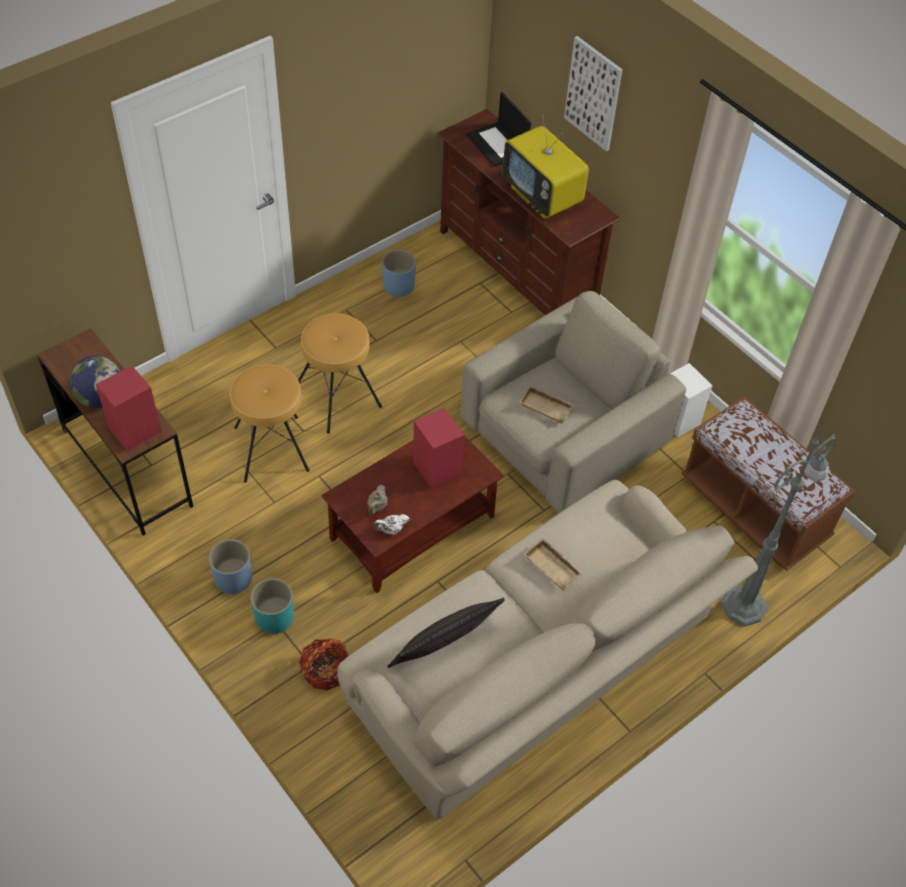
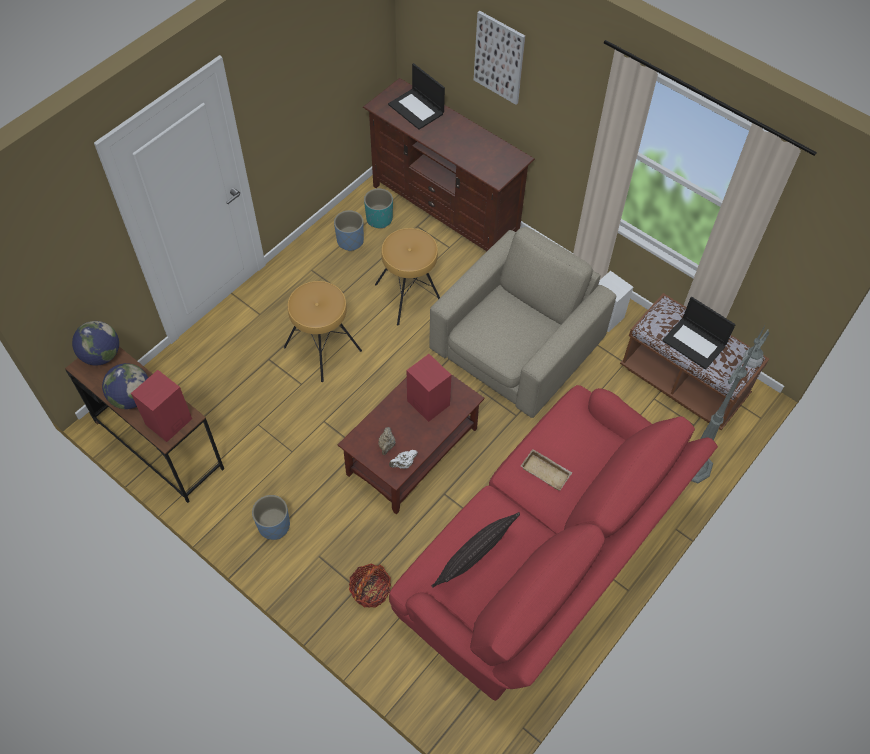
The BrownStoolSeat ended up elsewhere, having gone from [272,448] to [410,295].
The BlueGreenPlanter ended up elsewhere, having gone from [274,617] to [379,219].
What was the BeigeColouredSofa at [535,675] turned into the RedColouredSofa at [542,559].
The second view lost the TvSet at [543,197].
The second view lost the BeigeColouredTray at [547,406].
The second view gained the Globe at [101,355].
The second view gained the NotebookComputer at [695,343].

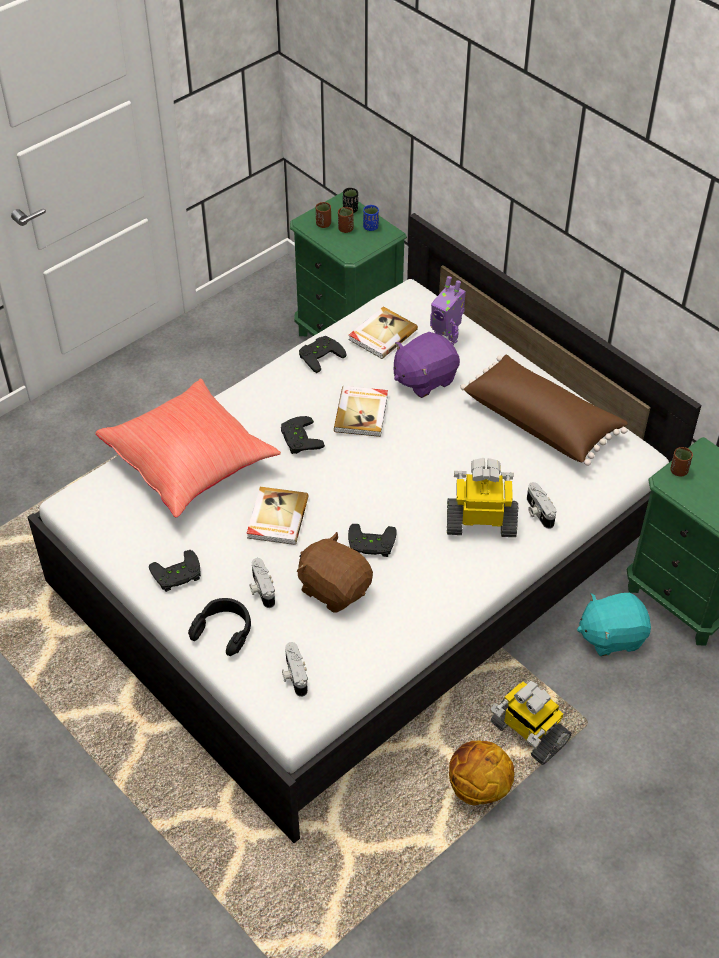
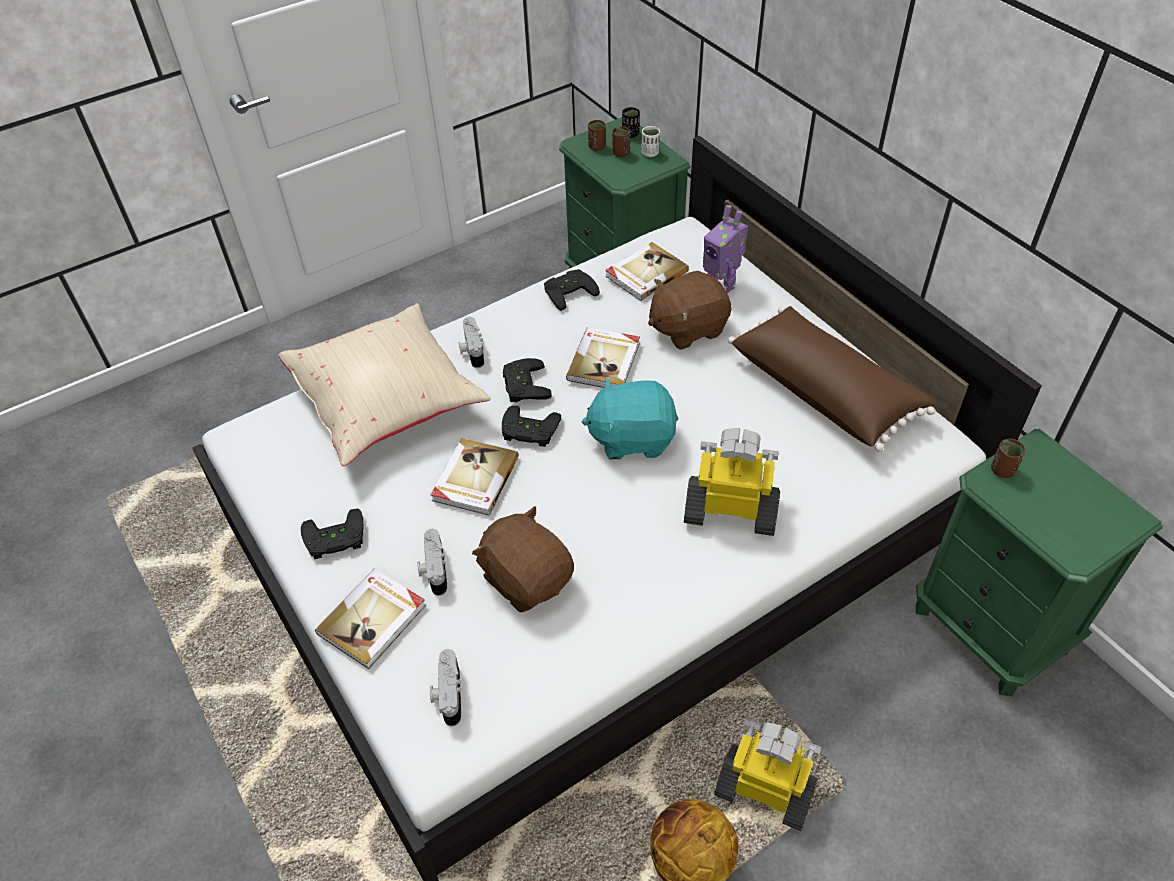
What was the RedColouredThrowPillow at [190,463] turned into the BeigeColouredThrowPillow at [388,402].
Where the BlackHeadphones stood at [224,630], the Volume came to stand at [373,619].
The BlackGameController ended up elsewhere, having gone from [371,545] to [528,432].
What was the BlueColouredCup at [370,227] turned into the WhiteColouredCup at [650,153].
What was the PurplePlushToy at [424,379] turned into the BrownPlushToy at [687,328].
The ModelRobot at [528,733] ended up facing another way, 150 degrees clockwise from before.
The StillCamera ended up elsewhere, having gone from [537,512] to [471,350].
The BlueGreenPlushToy ended up elsewhere, having gone from [611,636] to [632,437].

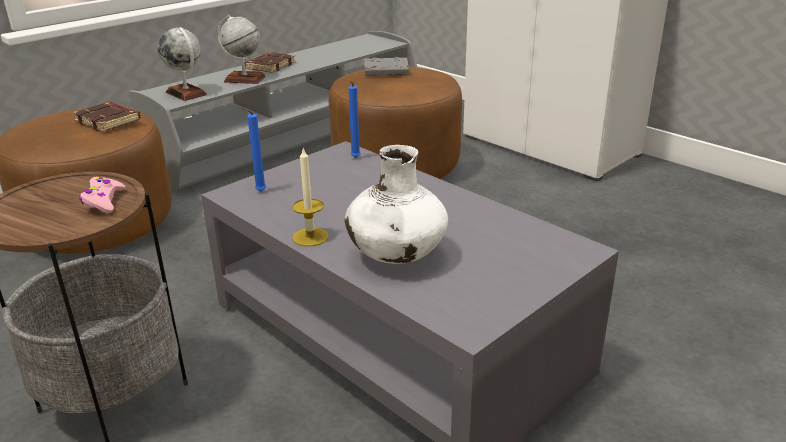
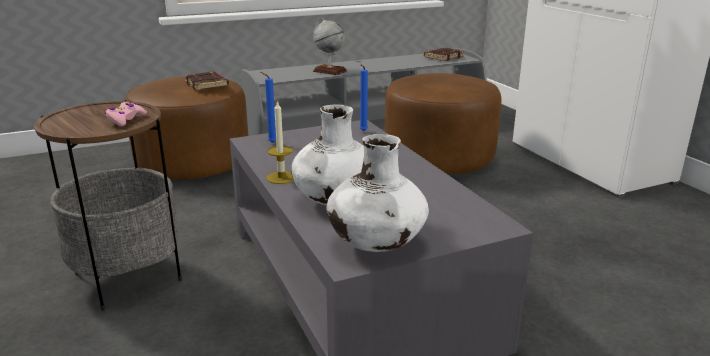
The second view lost the Globe at [186,93].
The BrownVolume ended up elsewhere, having gone from [270,66] to [443,57].
The second view lost the GrayVolume at [385,71].
The second view gained the WhiteColouredVase at [376,245].

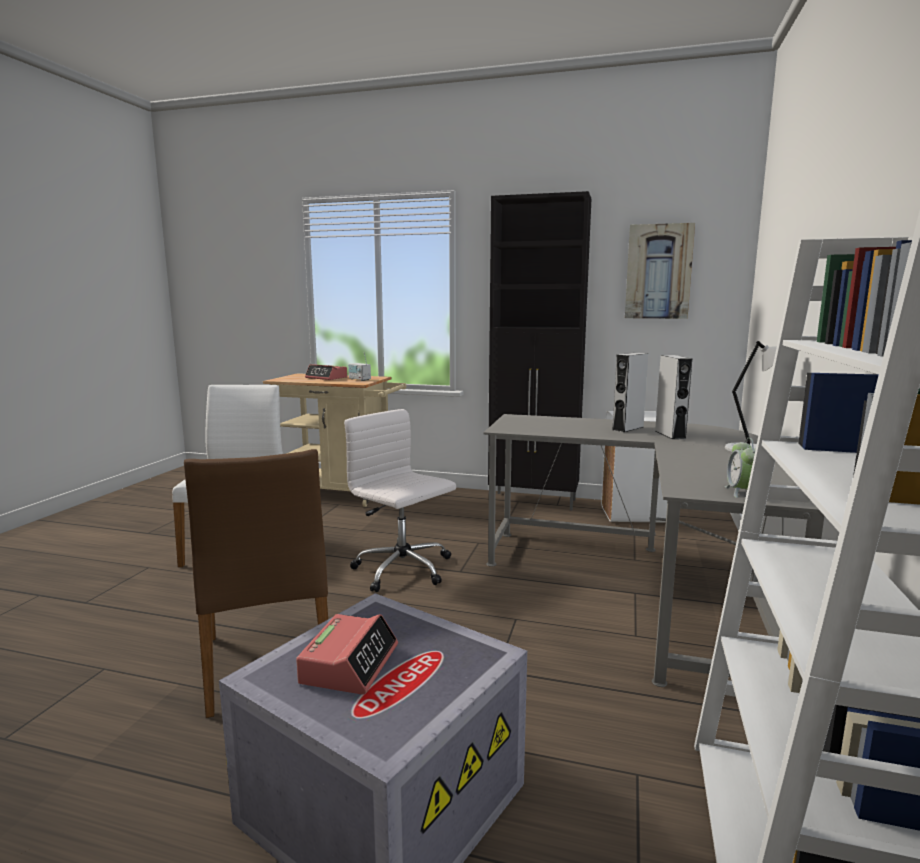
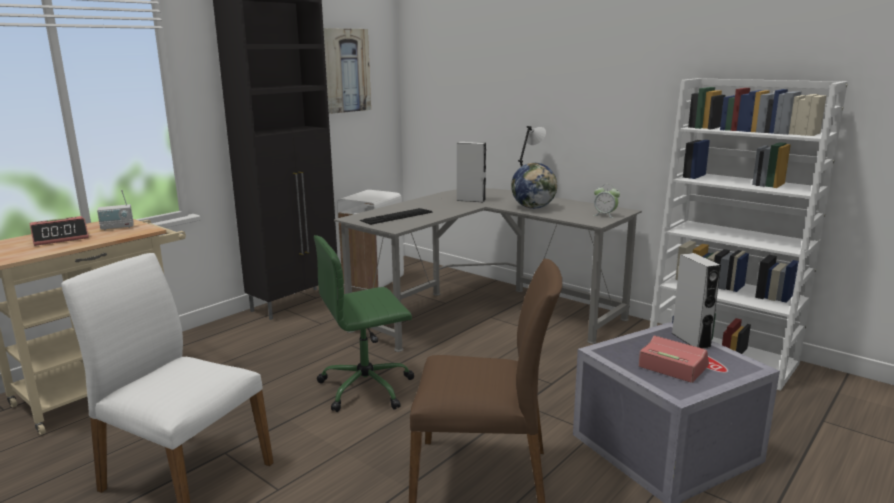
What was the WhiteColouredDeskChair at [403,570] turned into the GreenDeskChair at [368,387].
The GraySpeaker ended up elsewhere, having gone from [628,428] to [690,340].
The second view gained the Keyboard at [396,216].
The second view gained the Globe at [533,207].

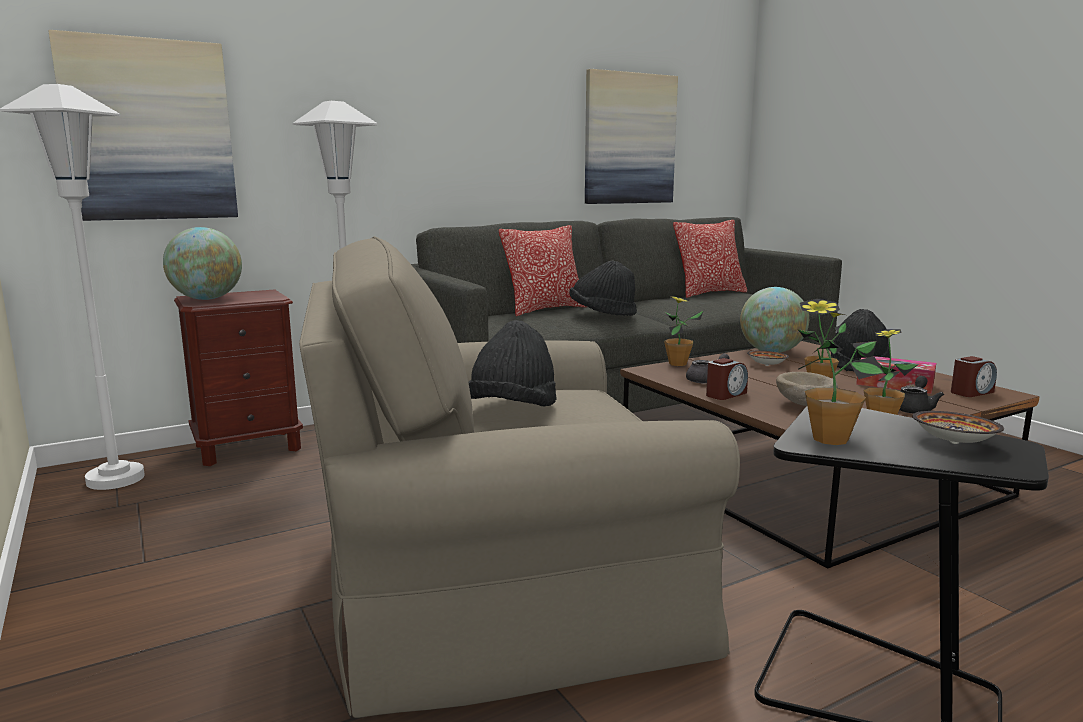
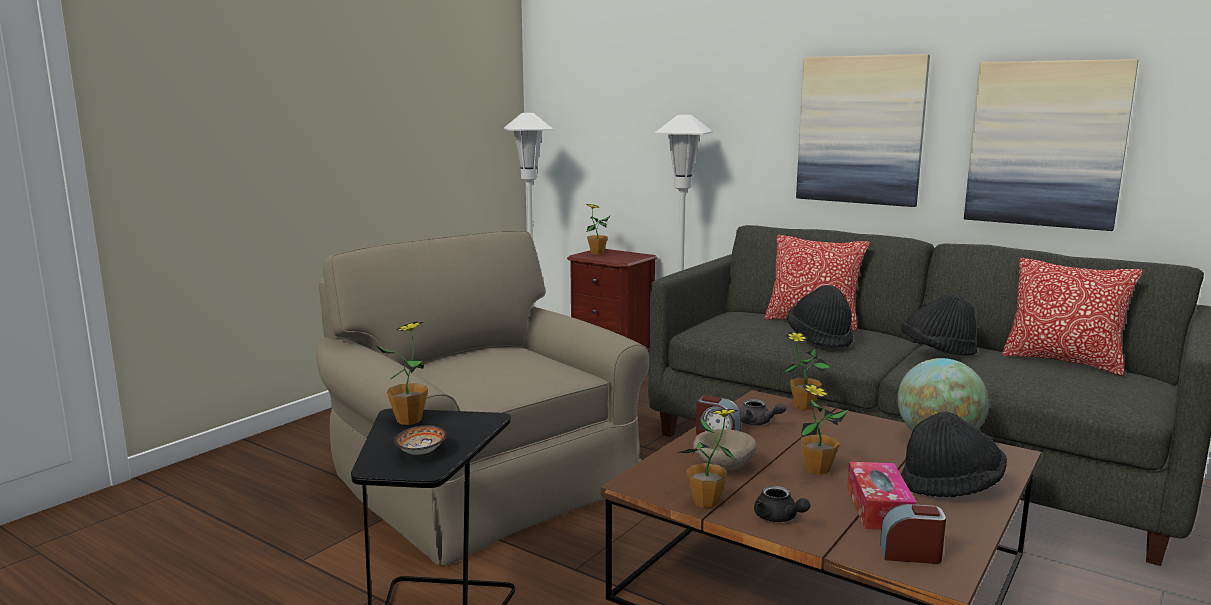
The WallPicture ended up elsewhere, having gone from [149,130] to [860,130].
Where the Globe stood at [207,299], the PottedPlant came to stand at [597,253].
The BlackWearableHat ended up elsewhere, having gone from [512,411] to [937,352].
The second view lost the DeepDish at [767,365].
The BlackTeaPot at [914,409] ended up facing another way, 45 degrees clockwise from before.
The TableClock at [971,392] ended up facing another way, 150 degrees clockwise from before.

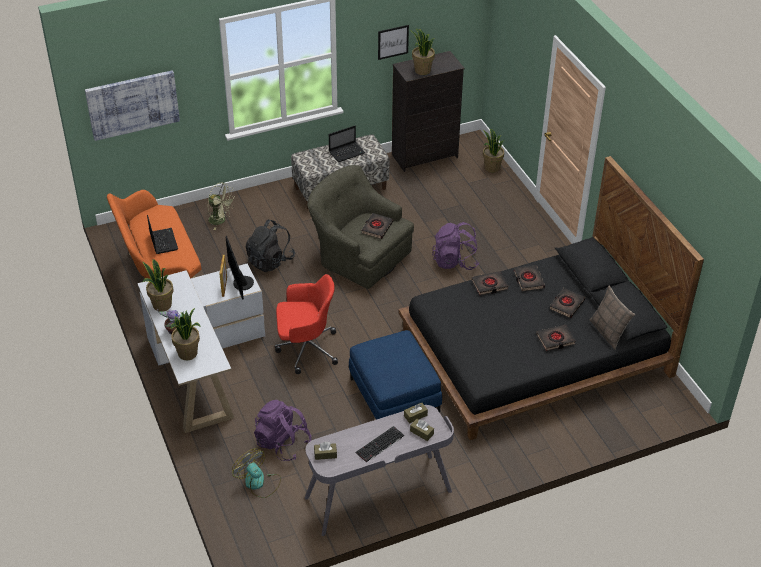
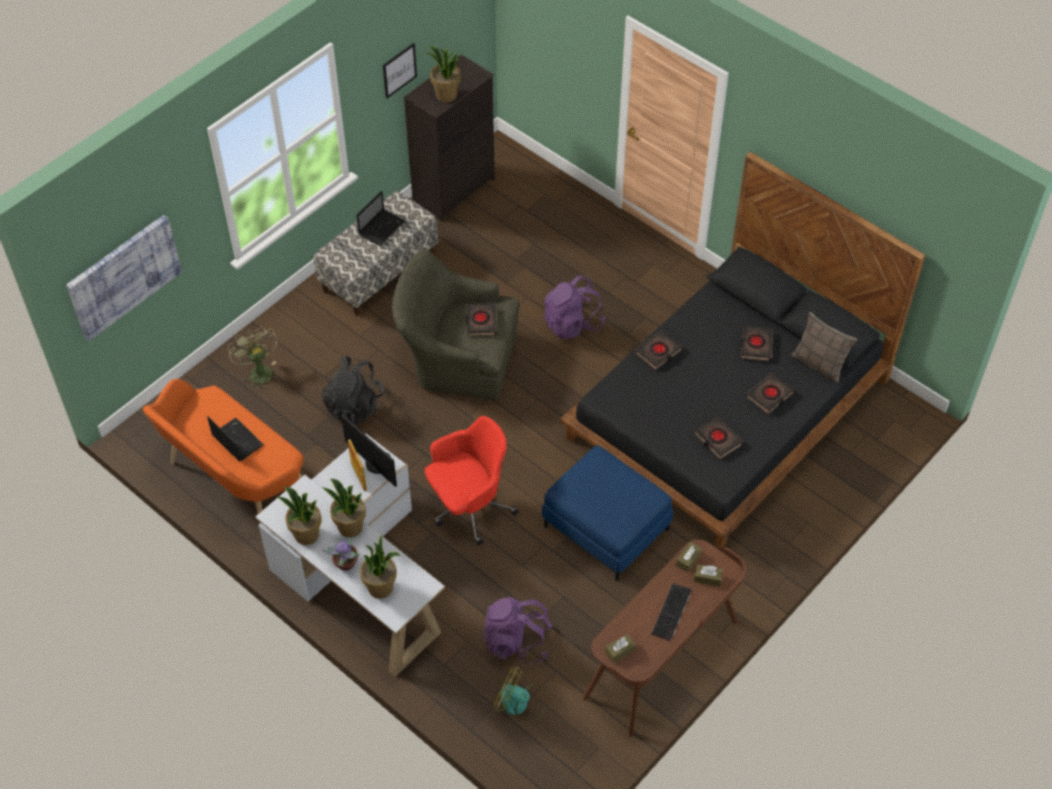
The GreenFan at [220,220] ended up facing another way, 120 degrees counterclockwise from before.
What was the GrayDeskTable at [378,495] turned into the BrownDeskTable at [662,660].
The PottedPlant ended up elsewhere, having gone from [491,168] to [350,527].
The BlackVolume ended up elsewhere, having gone from [528,280] to [718,439].

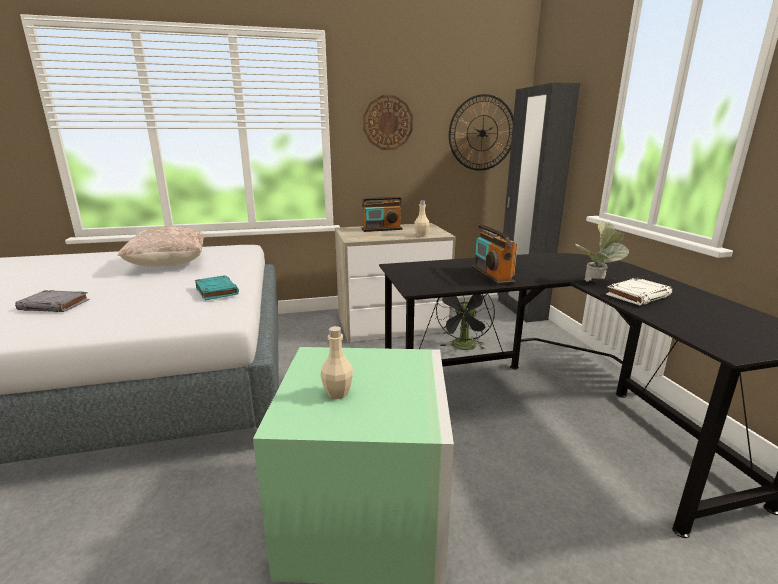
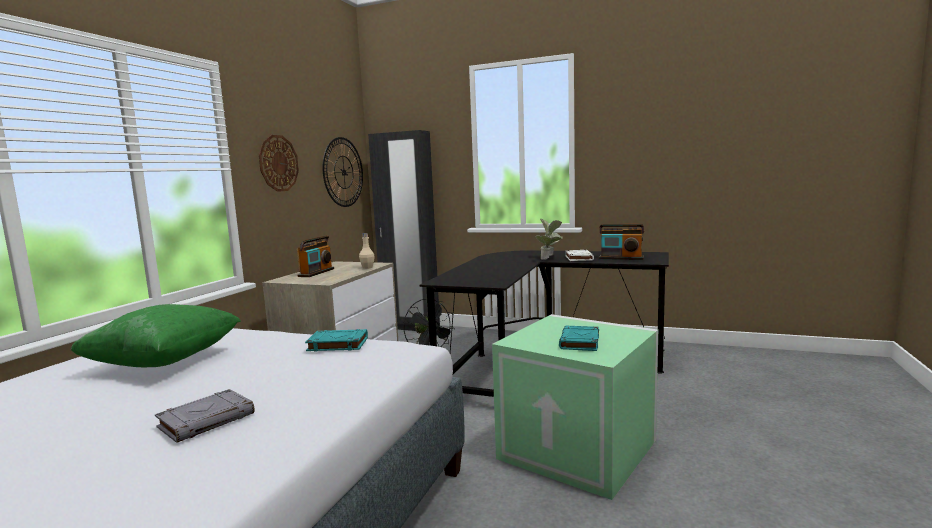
What was the BeigeColouredThrowPillow at [169,265] turned into the GreenThrowPillow at [164,362].
Where the BeigeColouredBeverageBottle stood at [338,393], the BlueGreenVolume came to stand at [580,342].
The RadioReceiver ended up elsewhere, having gone from [492,275] to [621,258].

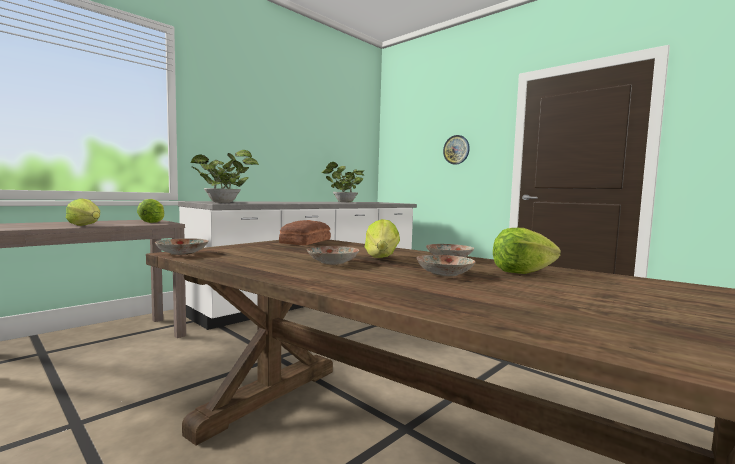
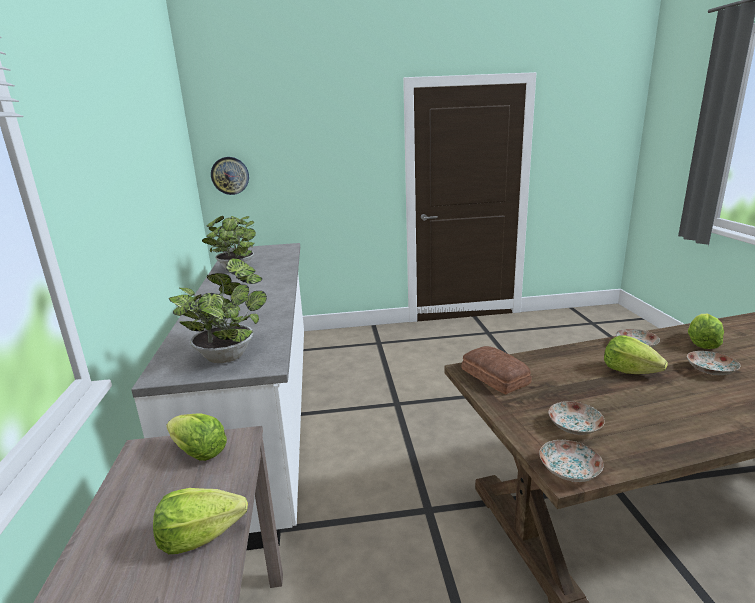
The DinnerPlate ended up elsewhere, having gone from [333,262] to [573,426].
The WallClock ended up elsewhere, having gone from [456,149] to [230,175].

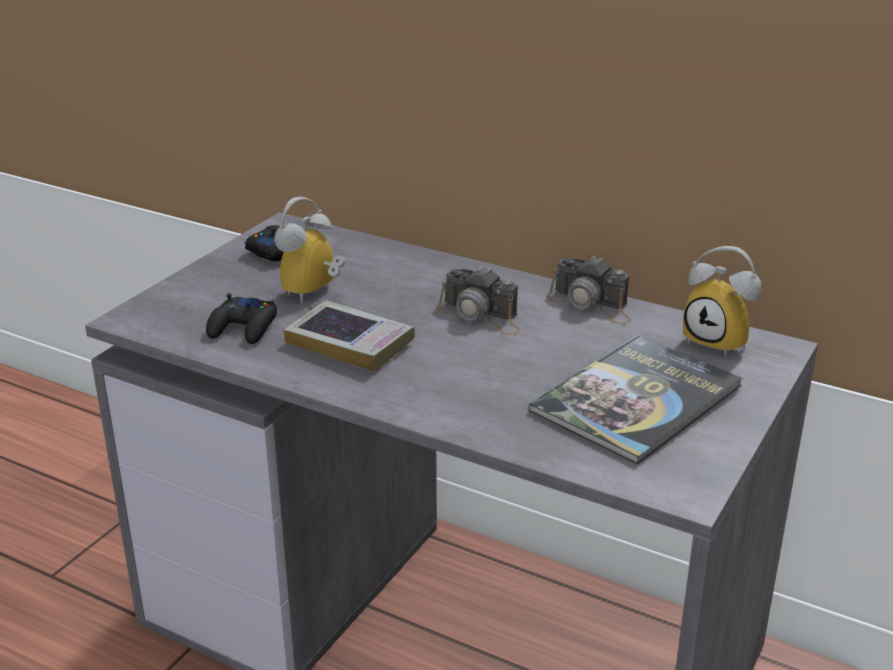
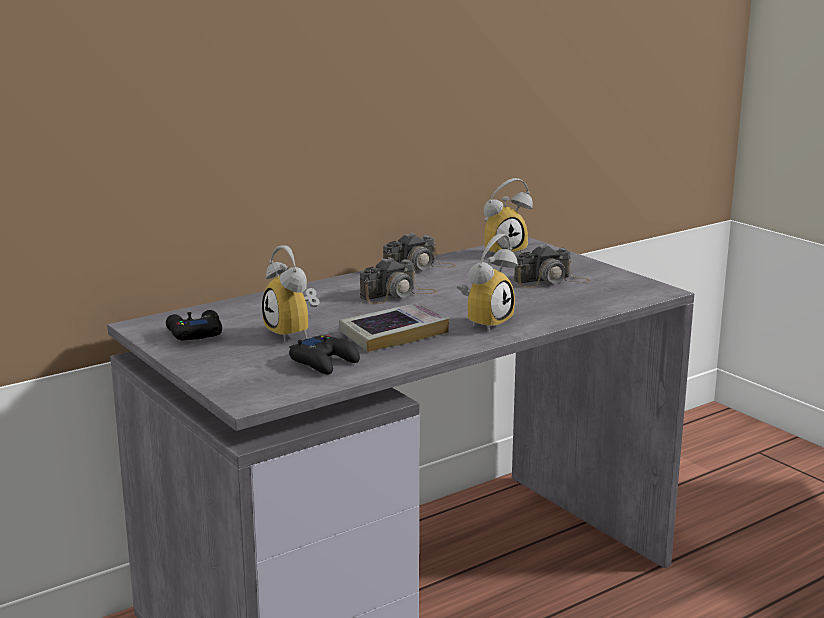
Where the Volume stood at [637,399], the StillCamera came to stand at [551,281].
The second view gained the TableClock at [485,322].

